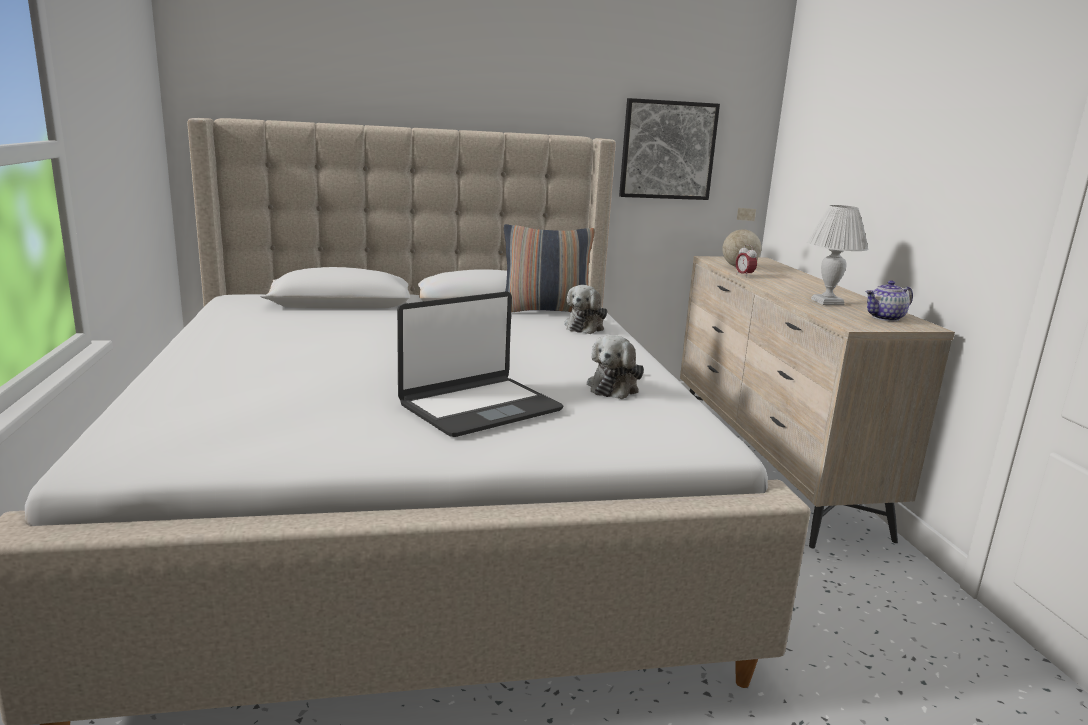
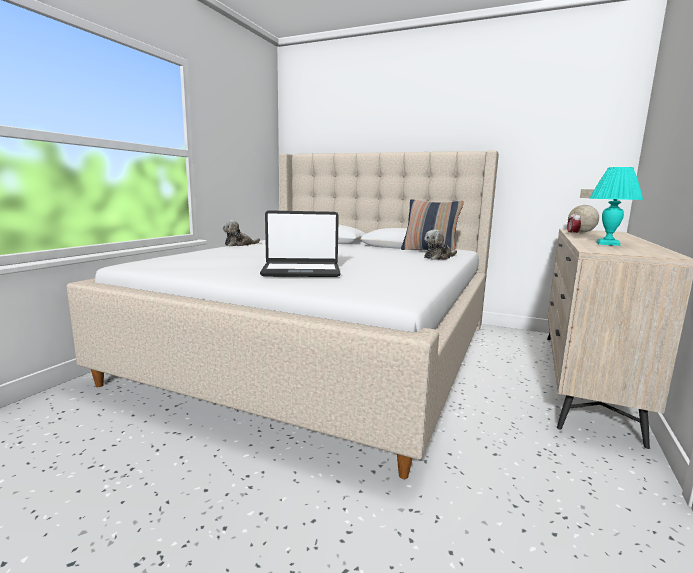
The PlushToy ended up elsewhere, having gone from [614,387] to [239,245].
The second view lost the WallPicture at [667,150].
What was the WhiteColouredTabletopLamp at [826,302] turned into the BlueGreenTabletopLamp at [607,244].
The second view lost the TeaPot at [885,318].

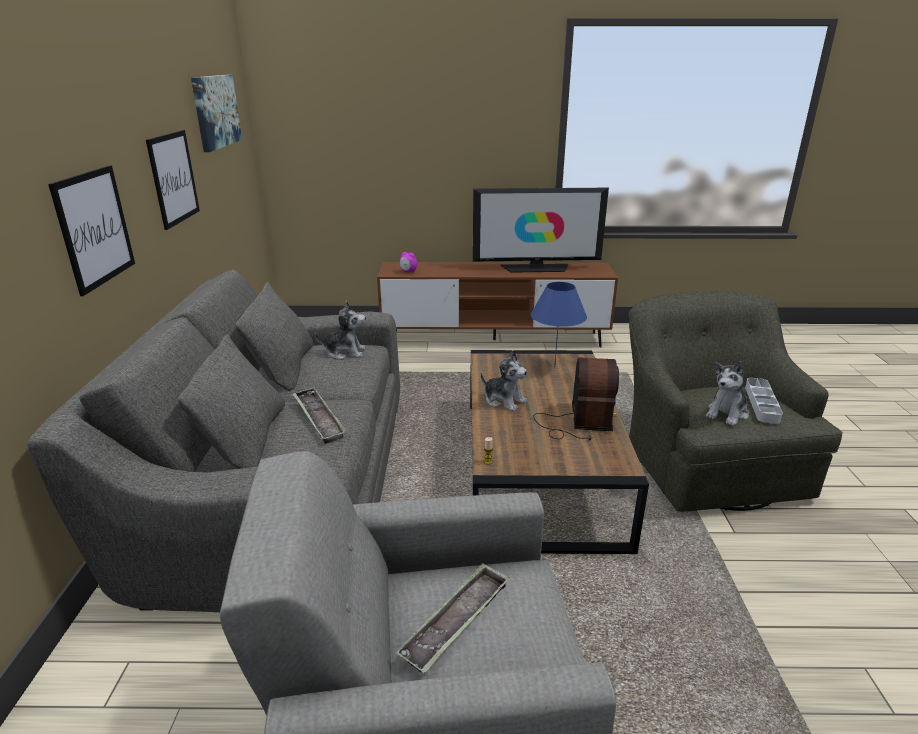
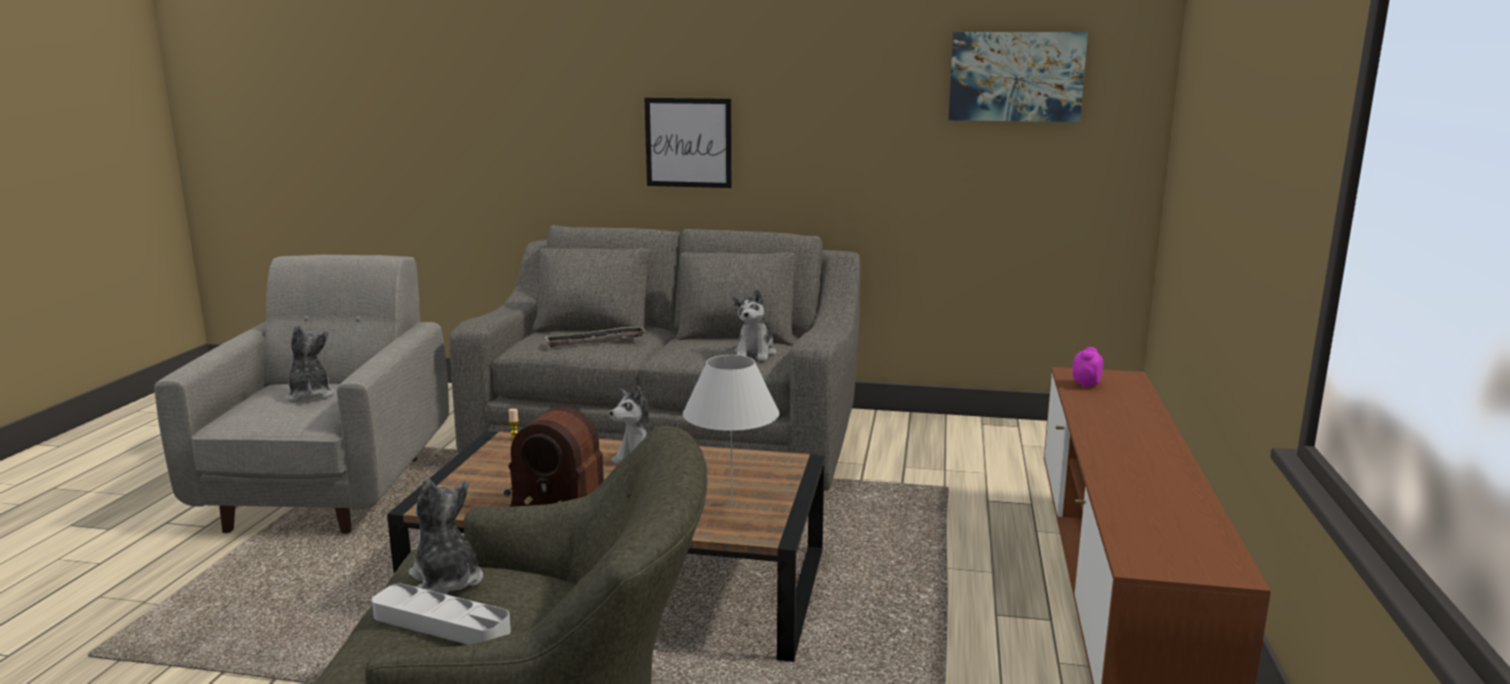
The second view lost the WallPicture at [173,178].
Where the Tray stood at [456,621], the PlushToy came to stand at [310,395].
The second view lost the TvSet at [536,268].
What was the BlueColouredTabletopLamp at [554,368] turned into the WhiteColouredTabletopLamp at [731,505].

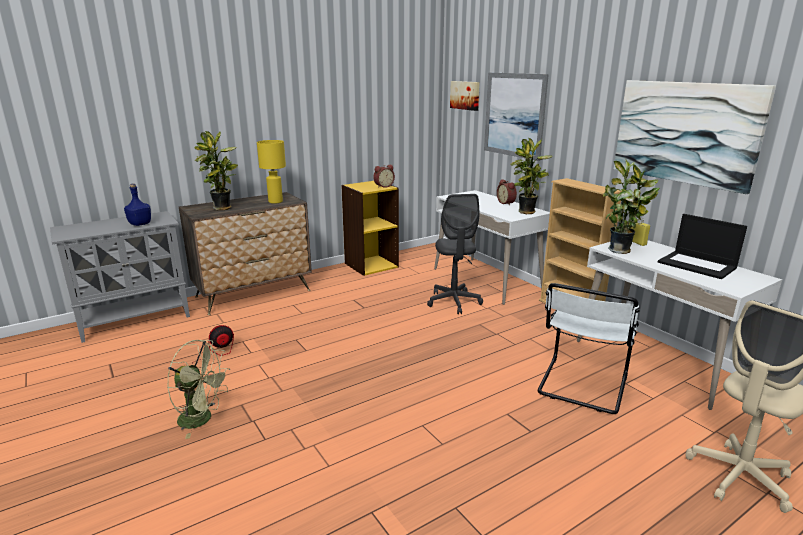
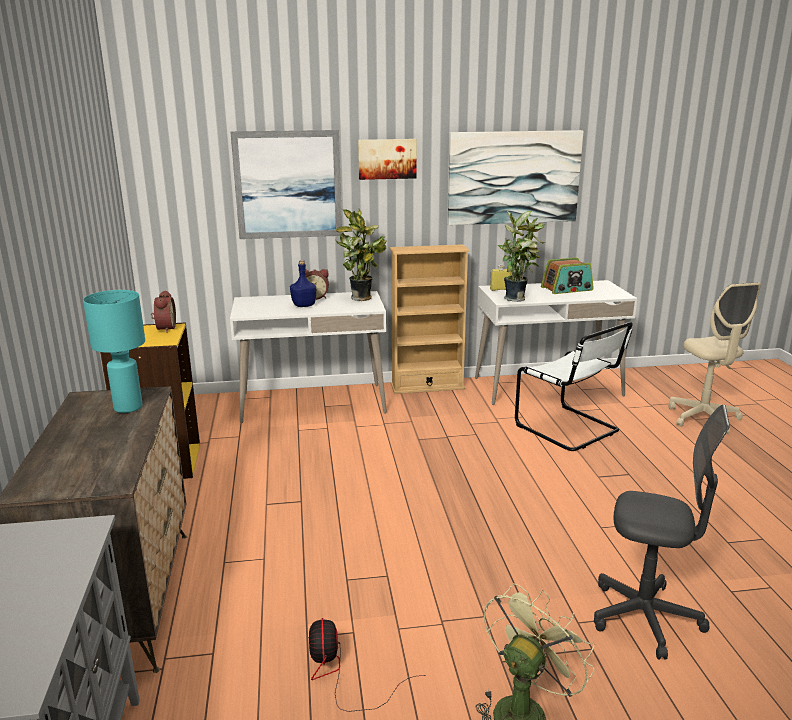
The BlueColouredBeverageBottle ended up elsewhere, having gone from [140,224] to [303,305].
The second view lost the PottedPlant at [222,208].
What was the YellowTabletopLamp at [275,202] turned into the BlueGreenTabletopLamp at [128,408].
The GrayDeskChair ended up elsewhere, having gone from [454,302] to [645,618].
The WallPicture ended up elsewhere, having gone from [465,95] to [387,158].
Where the NotebookComputer stood at [698,265], the RadioReceiver came to stand at [567,289].

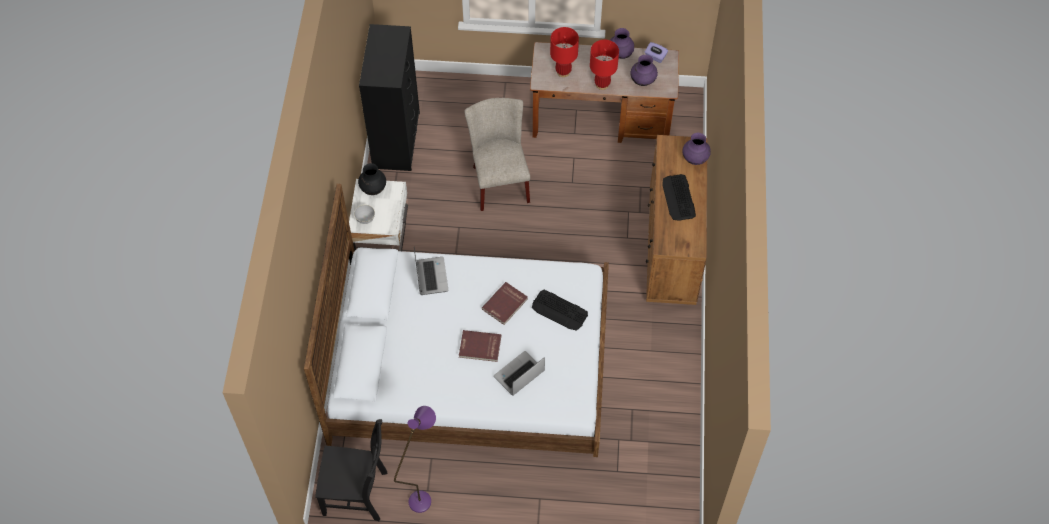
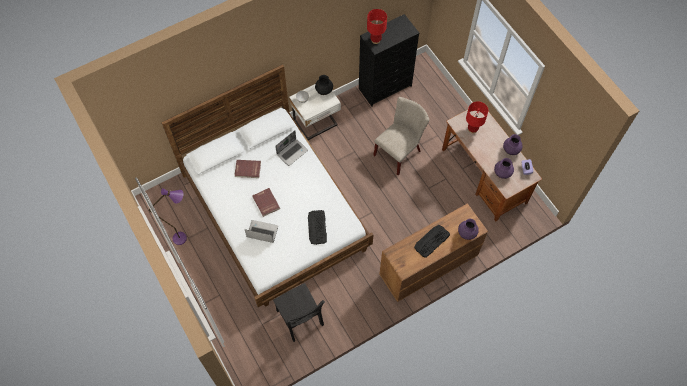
The BlackChair ended up elsewhere, having gone from [358,494] to [300,319].
The RedColouredVolume ended up elsewhere, having gone from [505,304] to [247,170].
The RedColouredTabletopLamp ended up elsewhere, having gone from [602,84] to [375,40].

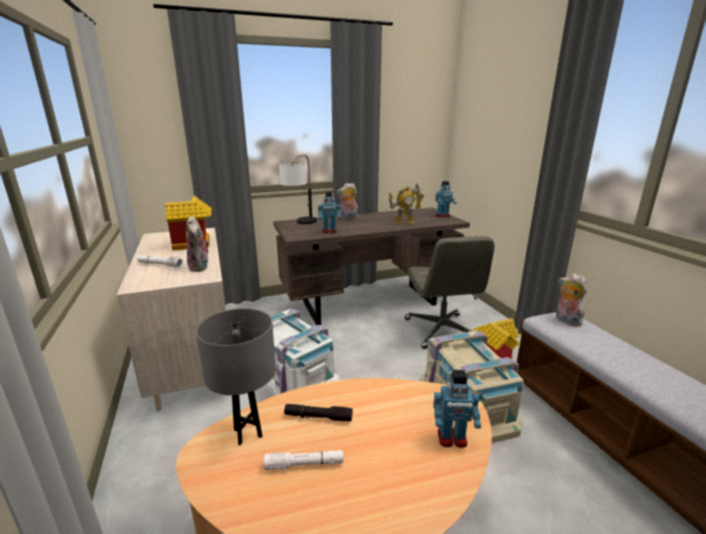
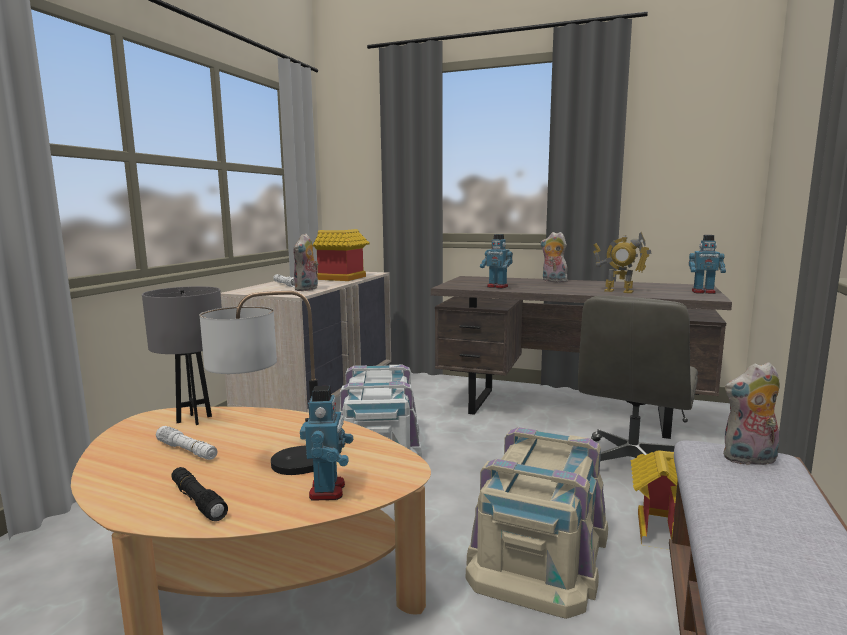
The TabletopLamp ended up elsewhere, having gone from [300,223] to [271,467].
The BlackTorch ended up elsewhere, having gone from [318,417] to [198,500].
The ModelRobot at [452,438] ended up facing another way, 135 degrees counterclockwise from before.
The PlushToy at [566,321] ended up facing another way, 105 degrees counterclockwise from before.

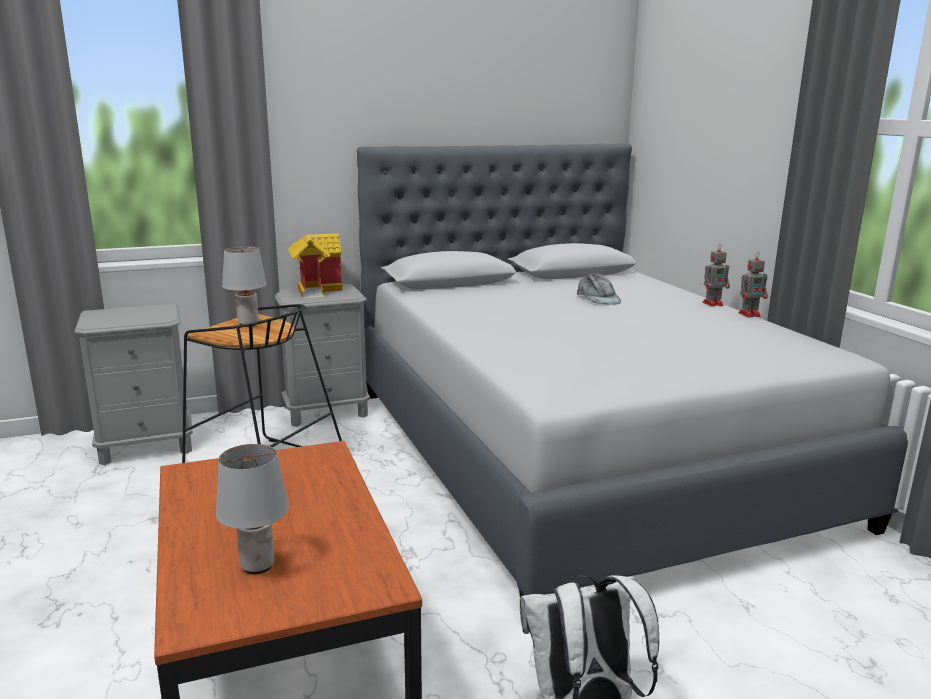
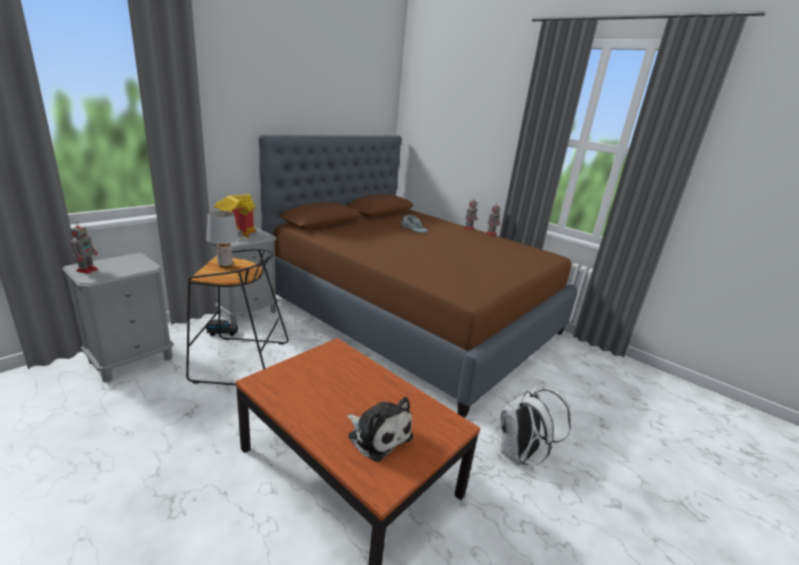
Where the GrayTabletopLamp stood at [258,566], the PlushToy came to stand at [378,435].
What was the GrayBed at [580,452] turned into the BrownBed at [412,314].
The second view gained the ModelRobot at [87,270].
The second view gained the BlackMiniatureCar at [222,333].

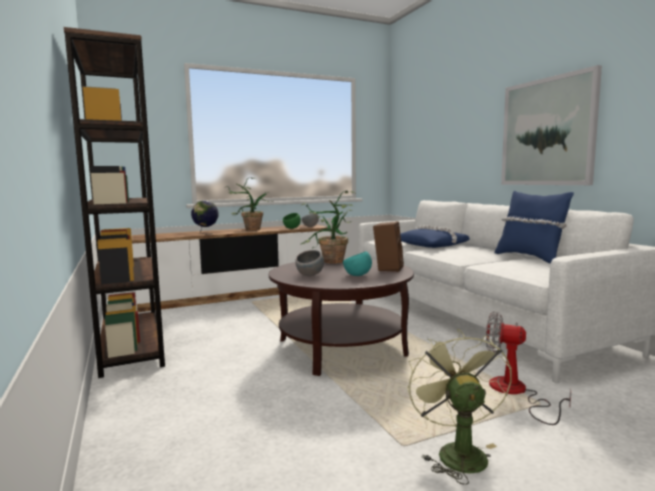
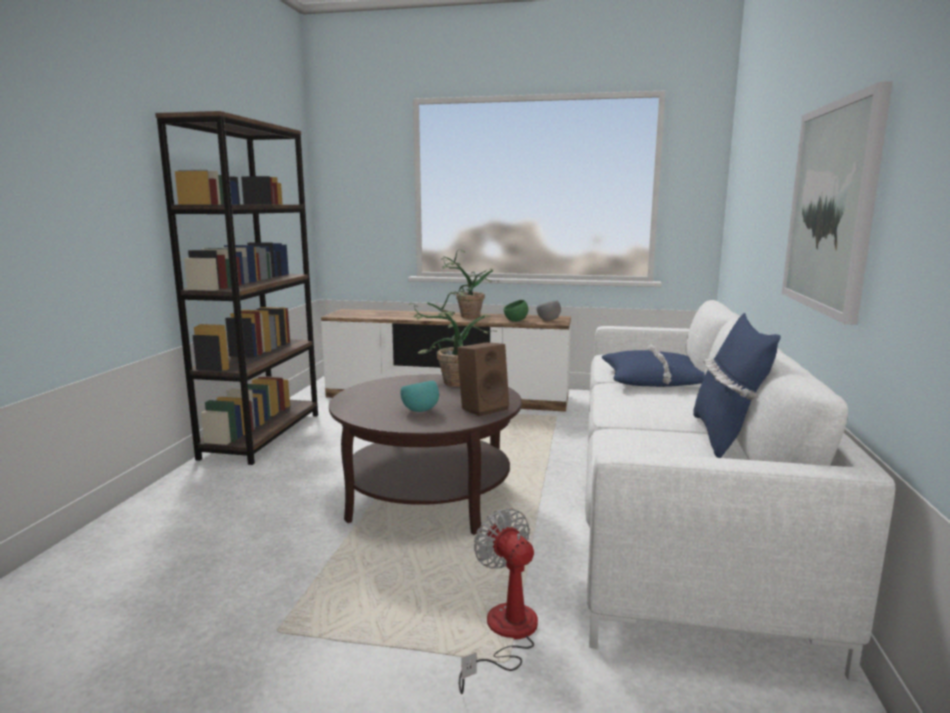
The second view lost the Globe at [206,234].
The second view lost the GrayDeepDish at [310,275].
The second view lost the GreenFan at [456,452].

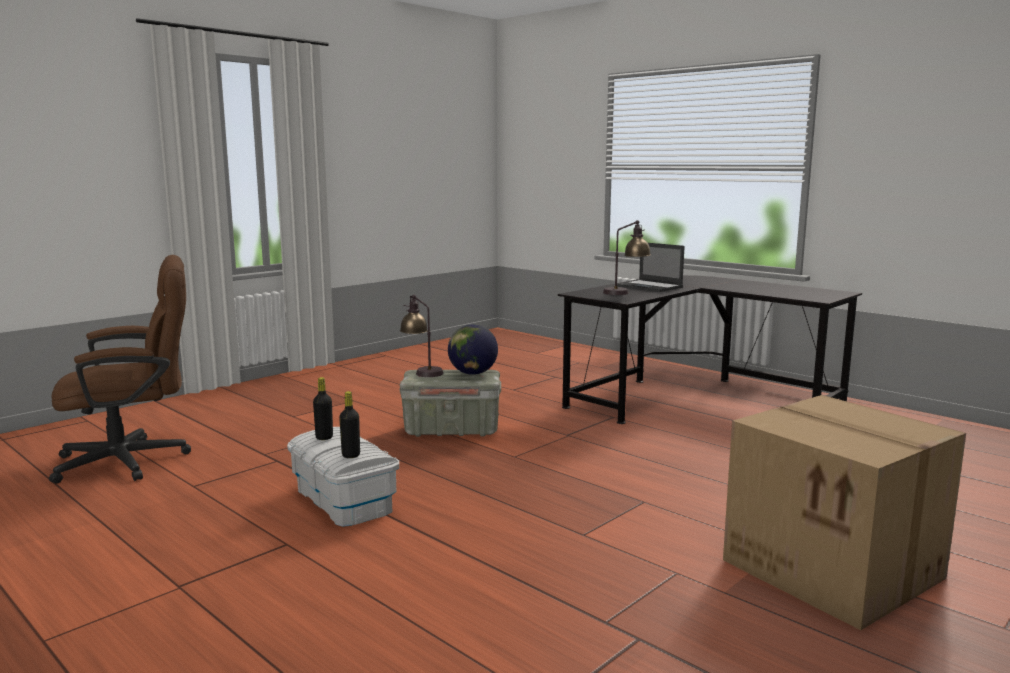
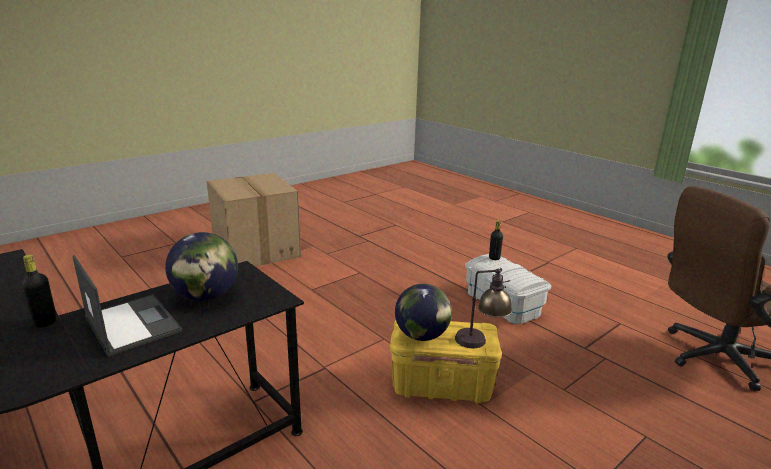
The BlackBeverageBottle ended up elsewhere, having gone from [324,437] to [45,322].
What was the GrayStorageBox at [452,430] turned into the YellowStorageBox at [441,386].
Where the TabletopLamp stood at [626,293], the Globe came to stand at [206,296].

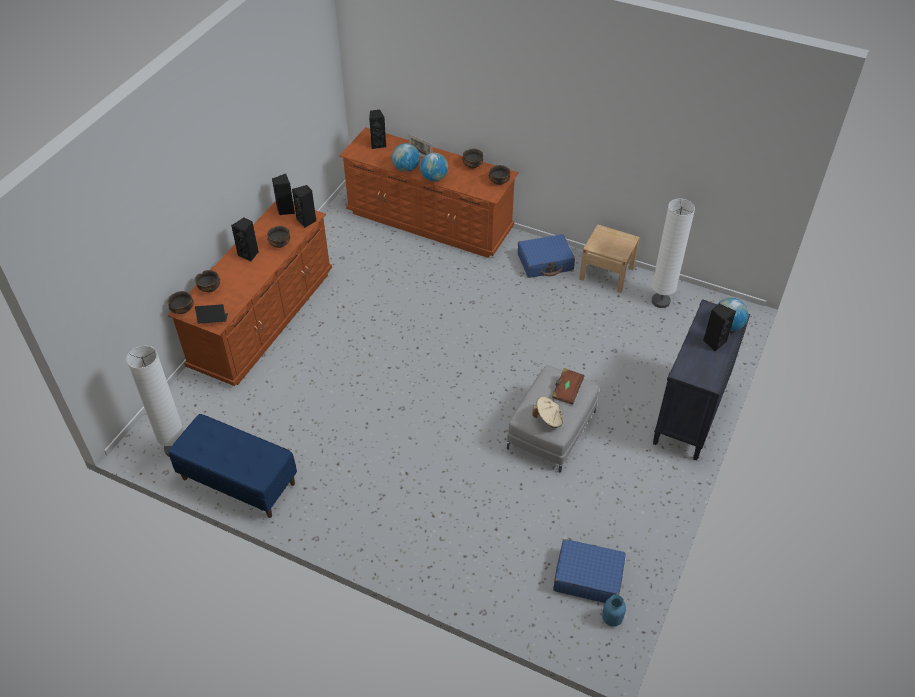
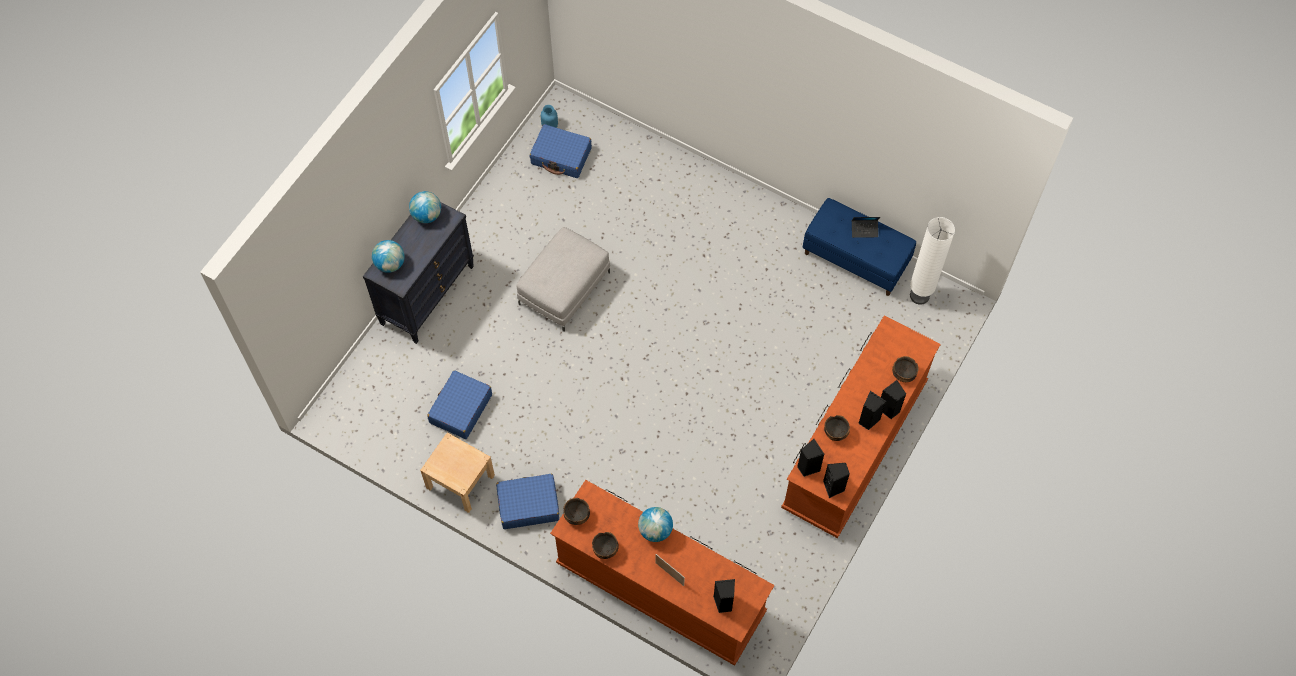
The second view lost the DeepDish at [182,310].
The NotebookComputer ended up elsewhere, having gone from [213,320] to [864,230].
The Globe ended up elsewhere, having gone from [406,168] to [427,215].
The second view lost the BeigeColouredWearableHat at [548,419].
The second view lost the BrownVolume at [566,390].
The second view lost the WhiteColouredFloorLamp at [660,301].
The BlackSpeaker ended up elsewhere, having gone from [714,342] to [889,409].
The second view gained the BlueColouredTravelCase at [460,409].

